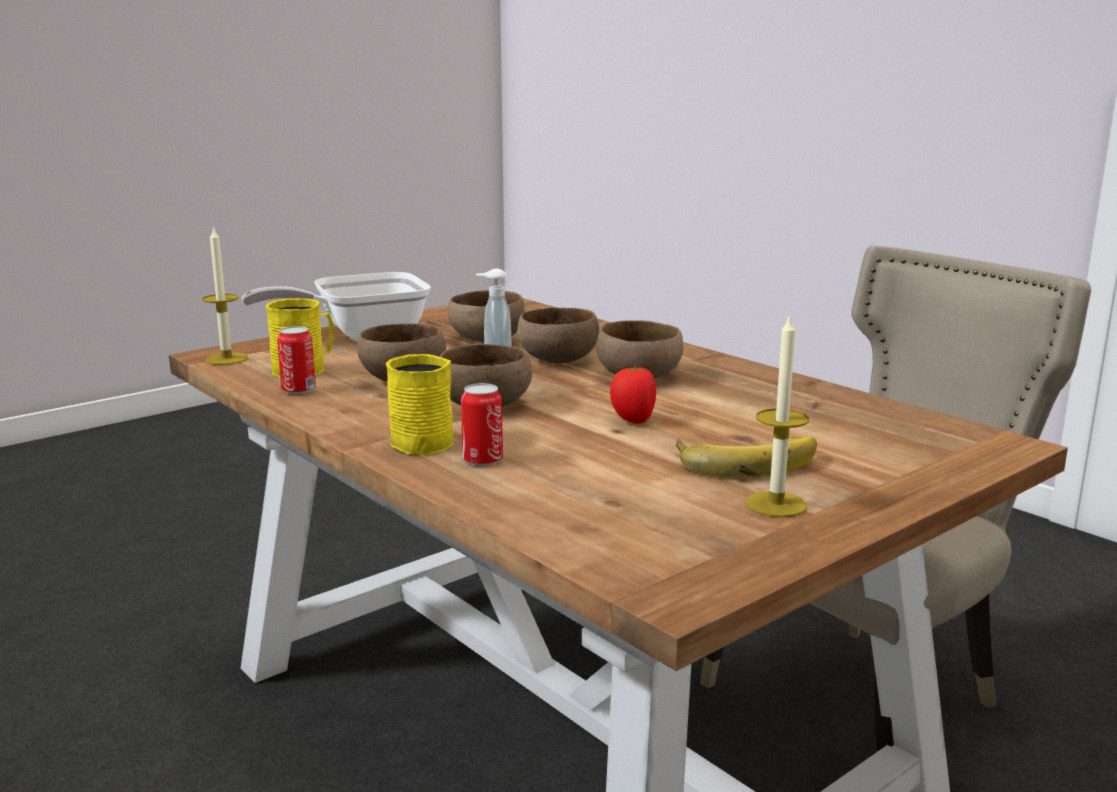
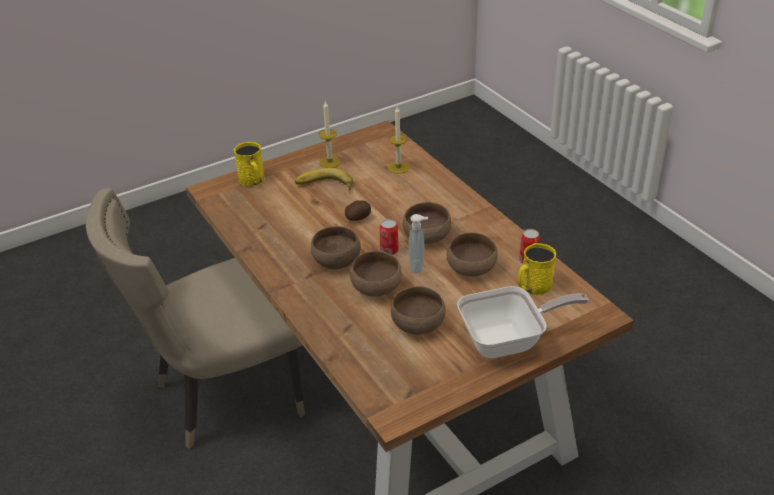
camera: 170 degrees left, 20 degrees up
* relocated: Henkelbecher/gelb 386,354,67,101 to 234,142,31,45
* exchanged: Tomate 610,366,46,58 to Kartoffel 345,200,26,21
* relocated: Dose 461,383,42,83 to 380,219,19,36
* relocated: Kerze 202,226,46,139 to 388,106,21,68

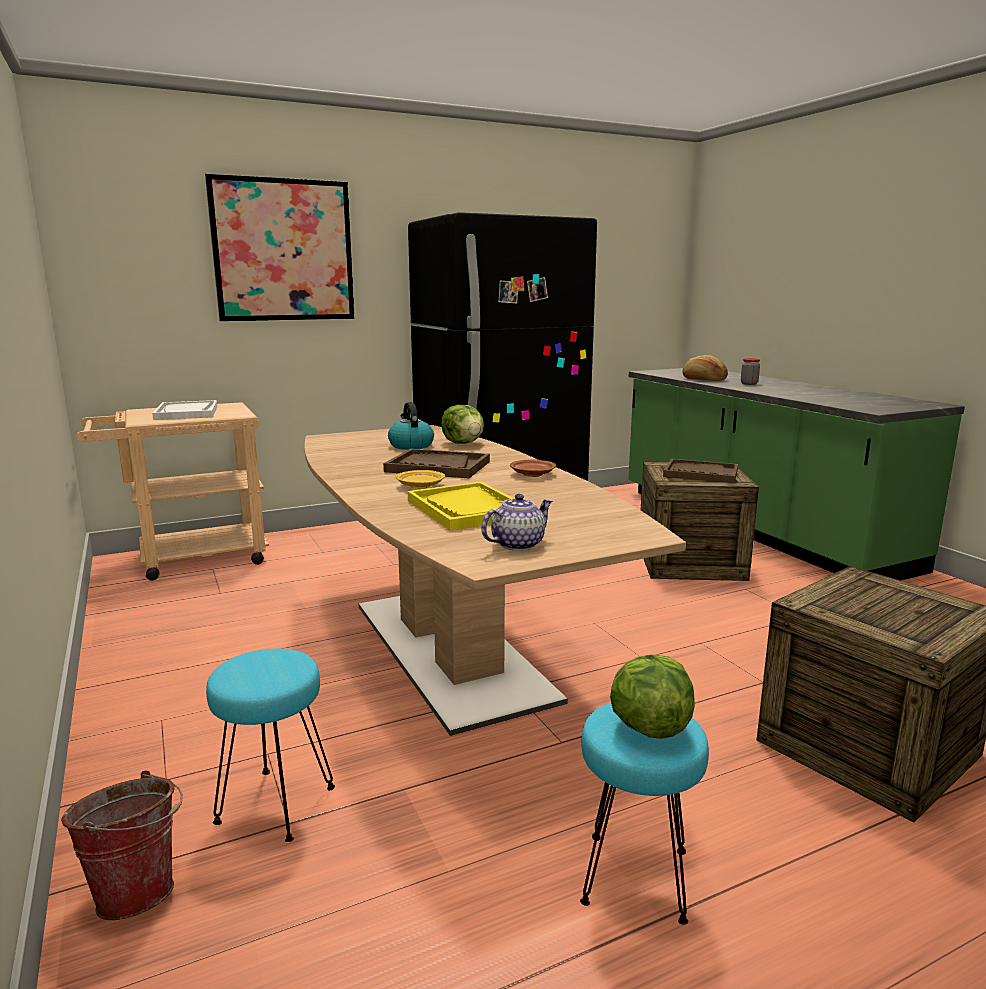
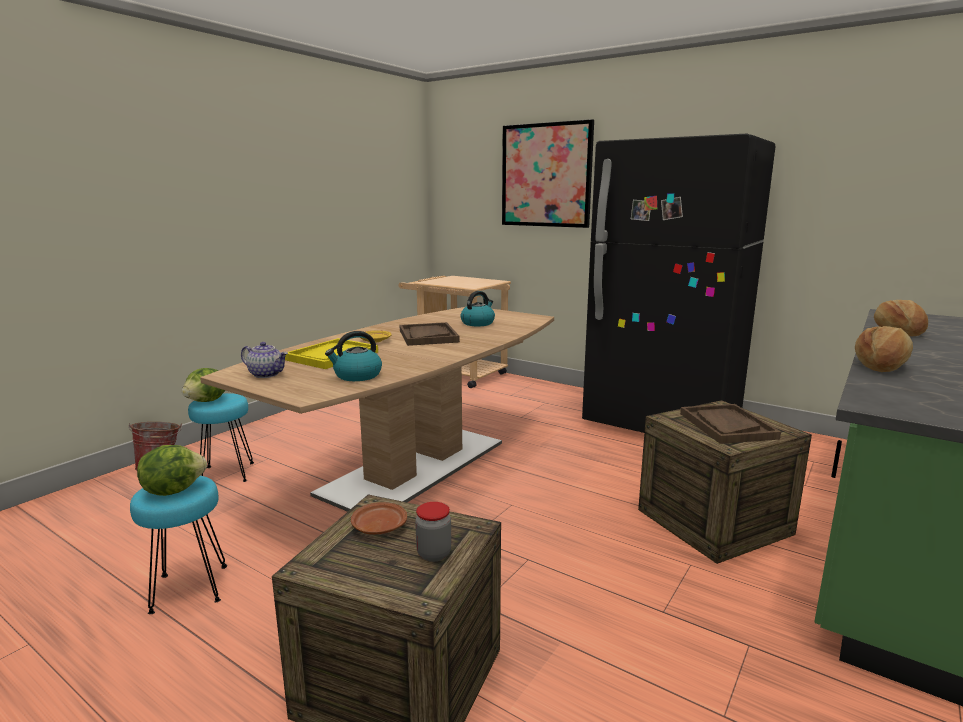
camera: 60 degrees right, 0 degrees up
* relocated: Salatkopf 441,405,43,39 to 182,368,43,34
* appeared: Wasserkessel 325,331,57,50
* relocated: Teller/braun 510,460,46,17 to 351,502,56,33
* relocated: Vorratsglas 741,358,19,27 to 415,502,36,60
* appeared: Brot 855,326,58,46
* missing: Tablett/weiß 152,400,66,20

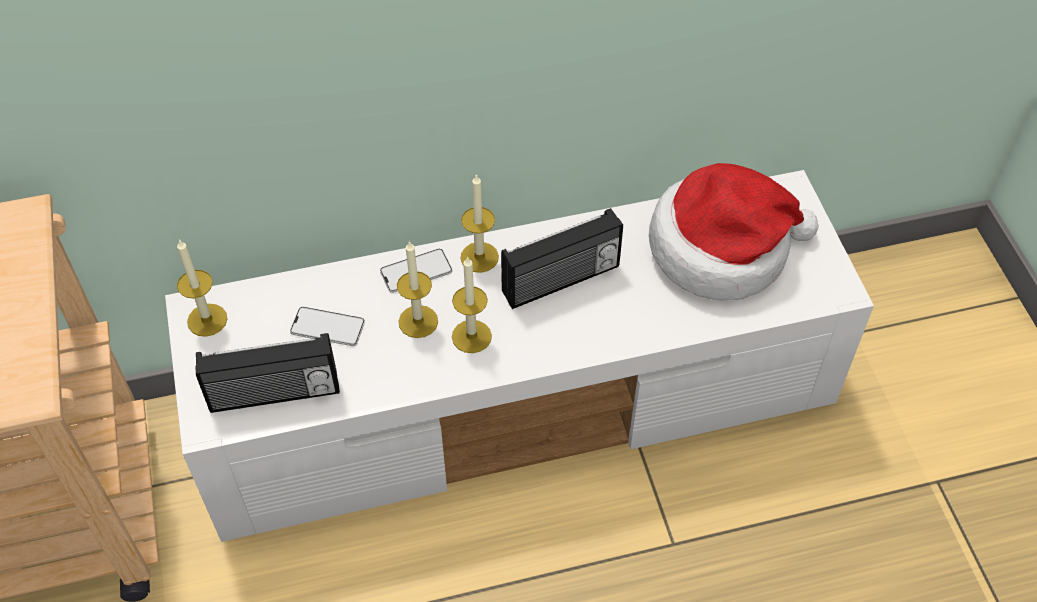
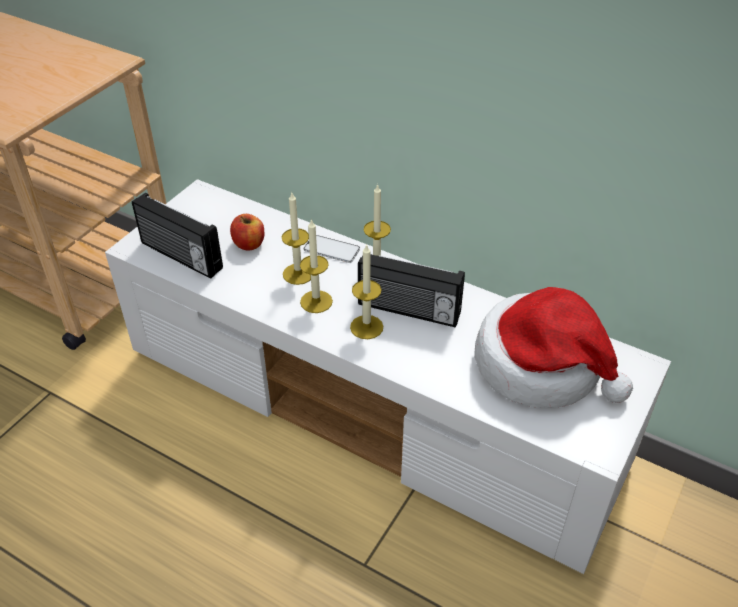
camera: 45 degrees right, 10 degrees down
* exchanged: Handy 290,307,75,39 to Apfel 230,214,34,36
* relocated: Kerze 177,239,50,98 to 350,244,33,95

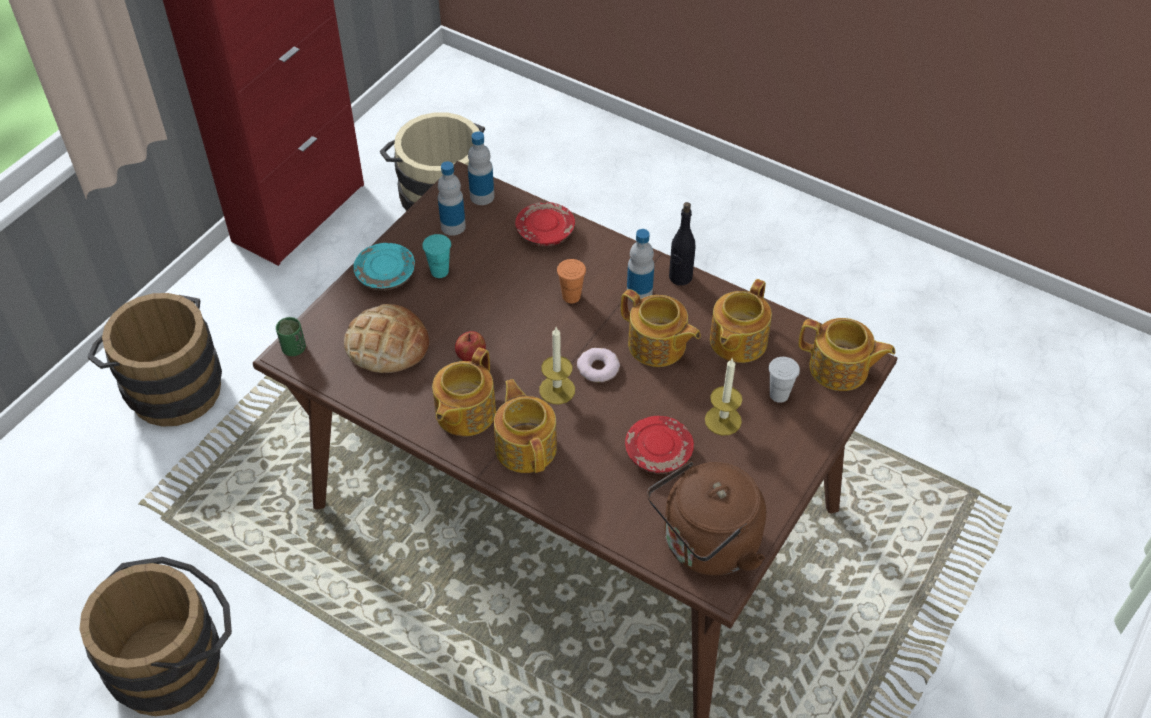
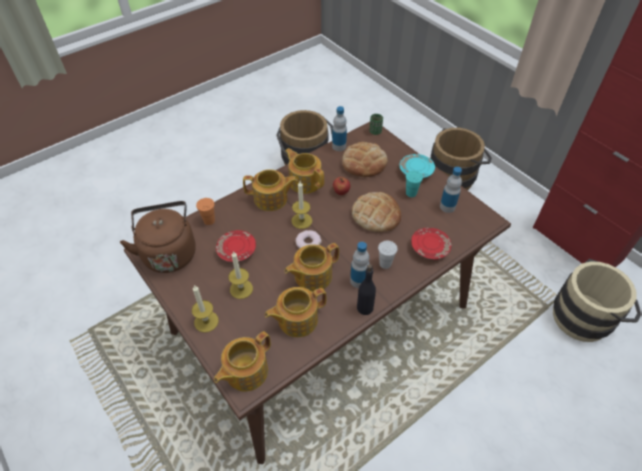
camera: 110 degrees right, 0 degrees up
* appeared: Kerze 192,285,27,48
* relocated: Tasse/orange 557,259,29,44 to 196,198,19,27
* spun: Teekanne 710,279,62,84 = 265,287,61,50 75 degrees counterclockwise
* relocated: Flasche 468,131,26,74 to 332,106,15,45
* appeared: Brot 352,192,49,40
* relocated: Tasse/weiß 769,357,31,46 to 378,241,20,28

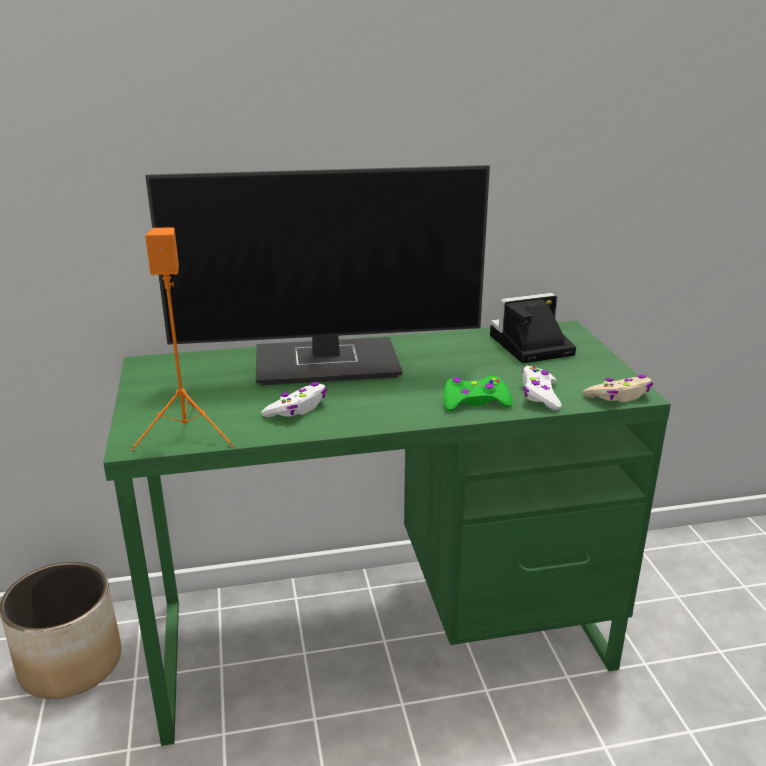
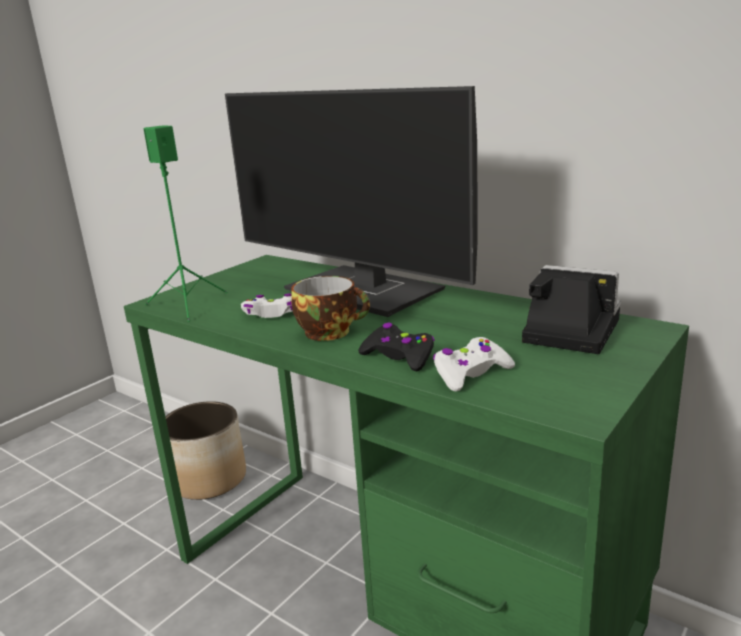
camera: 50 degrees right, 5 degrees down
* colour: Lautsprecher/orange 131,227,103,224 to Lautsprecher/grün 143,125,85,197
* appeared: Tasse 291,276,79,65
* colour: Gamepad/grün 444,376,69,35 to Gamepad/schwarz 358,322,77,49
* missing: Gamepad/beige 583,375,70,27

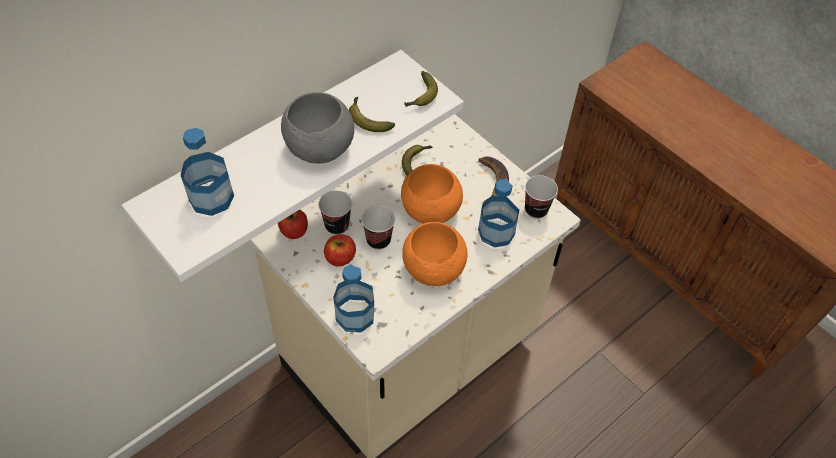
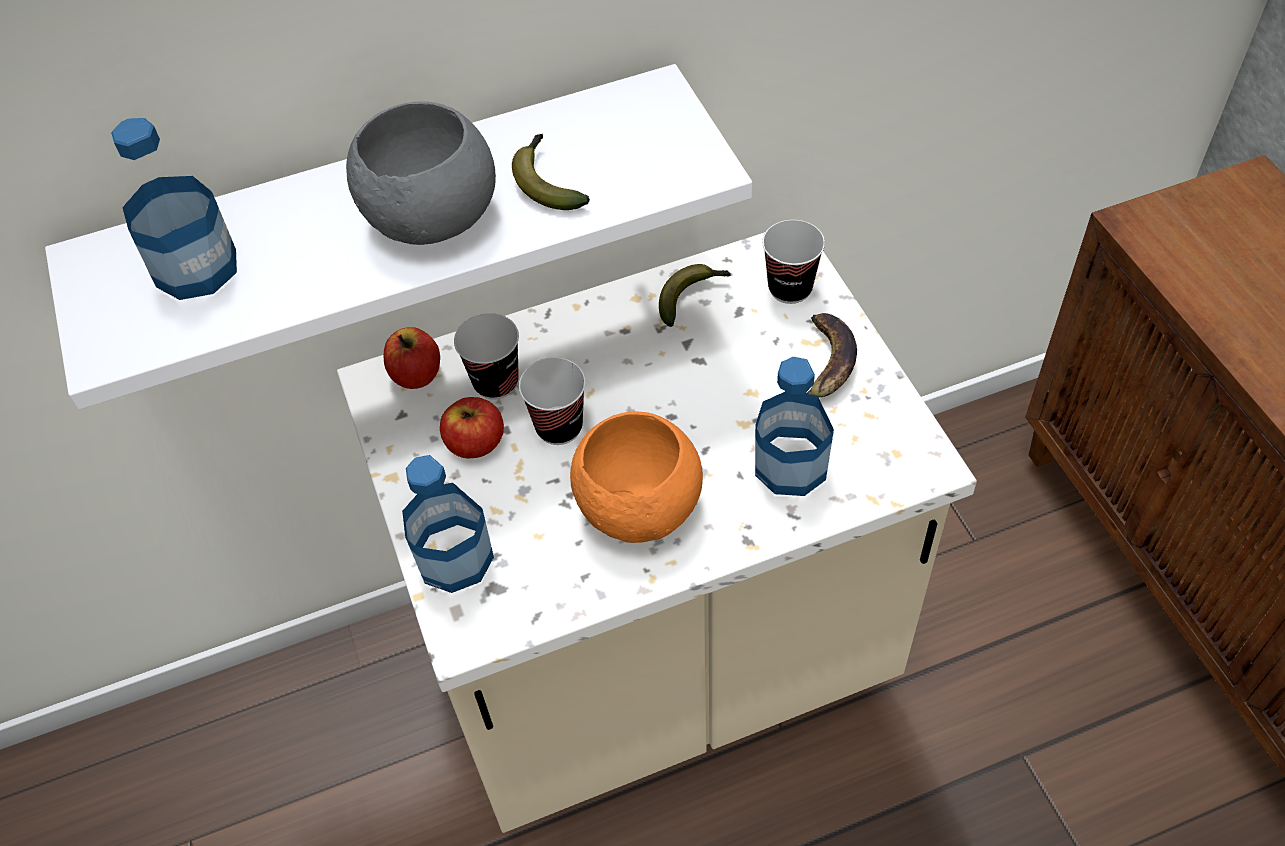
camera: 25 degrees right, 0 degrees up
* relocated: Tasse 525,175,33,44 to 762,220,63,84
* missing: Schüssel/orange 401,164,62,60
* missing: Banane 404,71,34,36

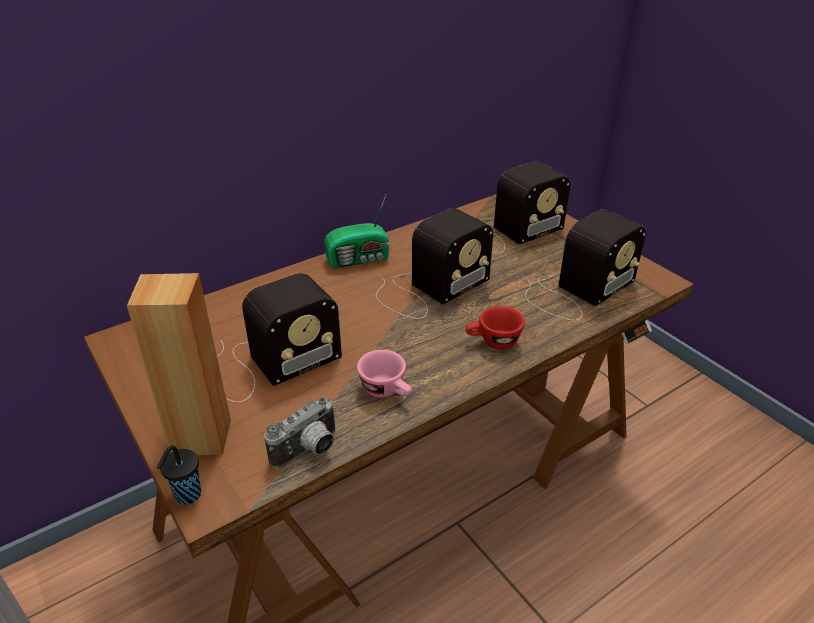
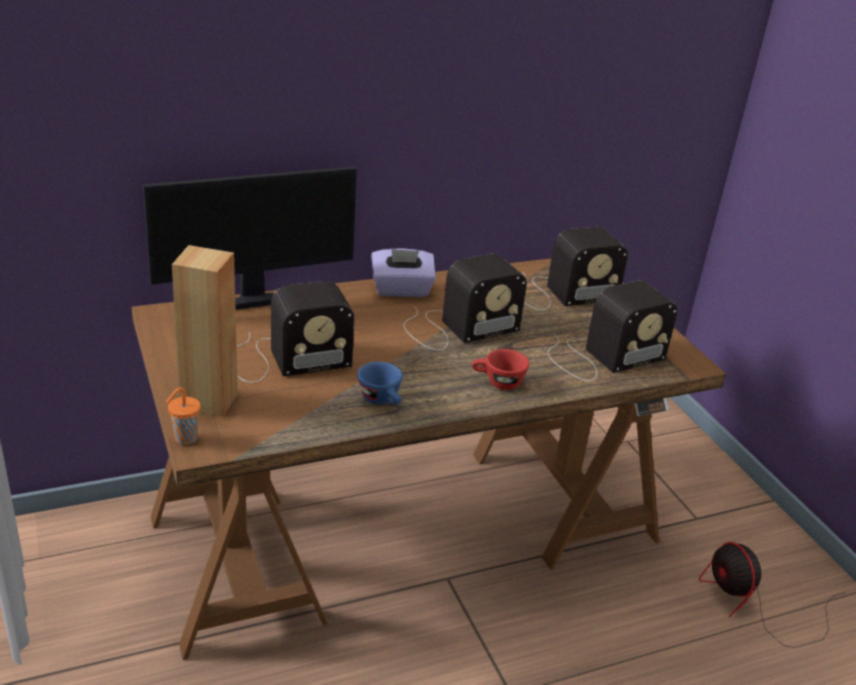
camera: 10 degrees right, 5 degrees down
* appeared: Monitor 143,167,214,142
* colour: Tasse/schwarz 157,446,44,58 to Tasse/orange 166,387,35,58
* colour: Tasse/rosa 357,350,55,48 to Tasse/blau 357,362,46,43
* exchanged: Radio 324,195,66,74 to Taschentuchbox/lila 371,248,65,49
* appeared: Ventilator 699,542,146,106
* missing: Kamera 264,397,72,72

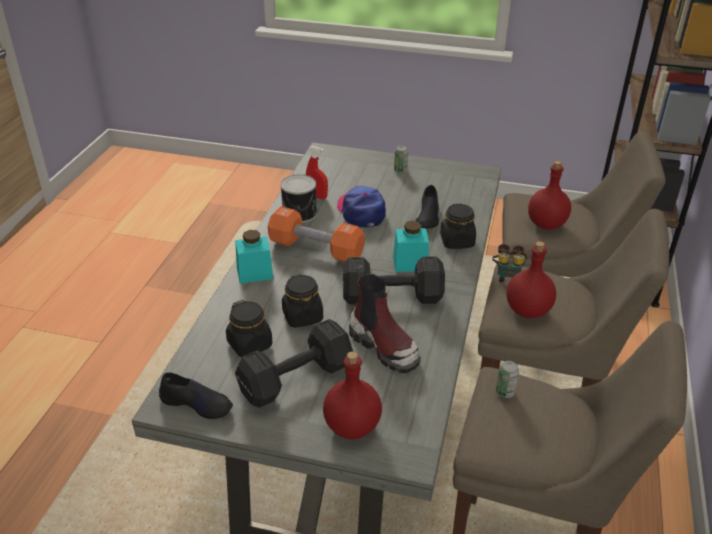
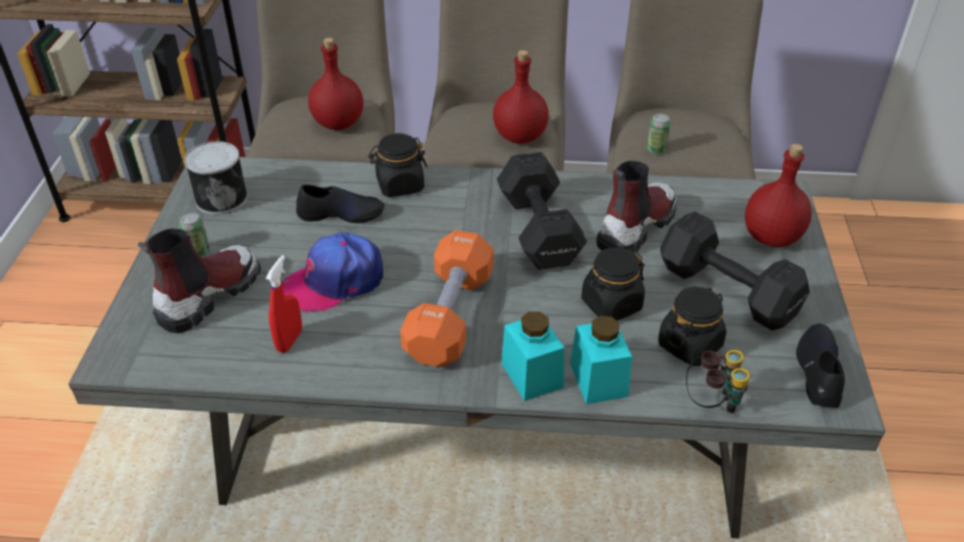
camera: 100 degrees left, 5 degrees up
* appeared: Stiefel 138,228,123,105
* relocated: Dose 280,174,37,49 to 184,141,64,74
* relocated: Vorratsglas/türkis 393,221,36,51 to 570,316,62,88
* relocated: Fernglas 492,244,35,38 to 686,350,64,63

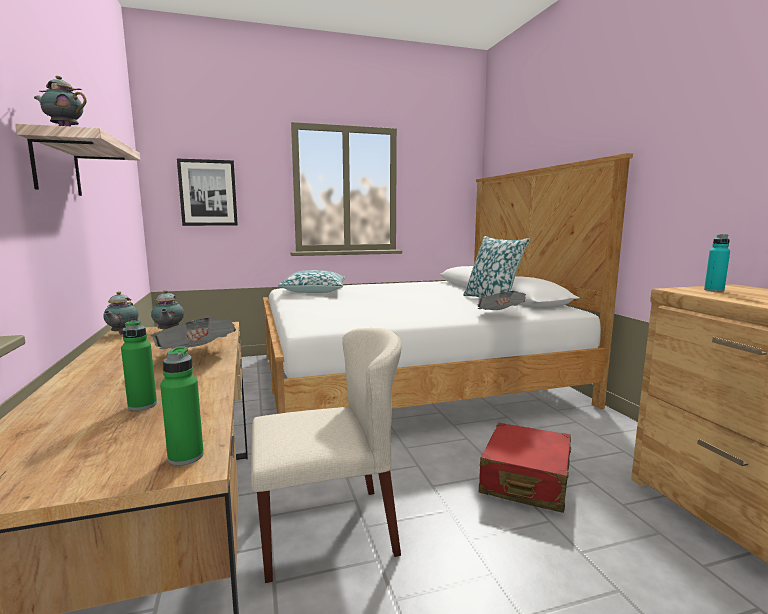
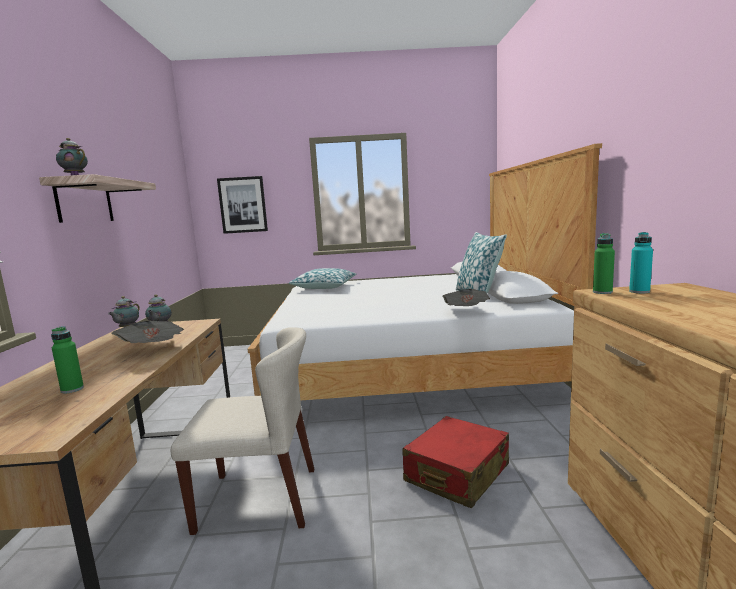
camera: 15 degrees right, 0 degrees up
* relocated: Flasche/grün 160,346,44,120 to 593,233,22,61

